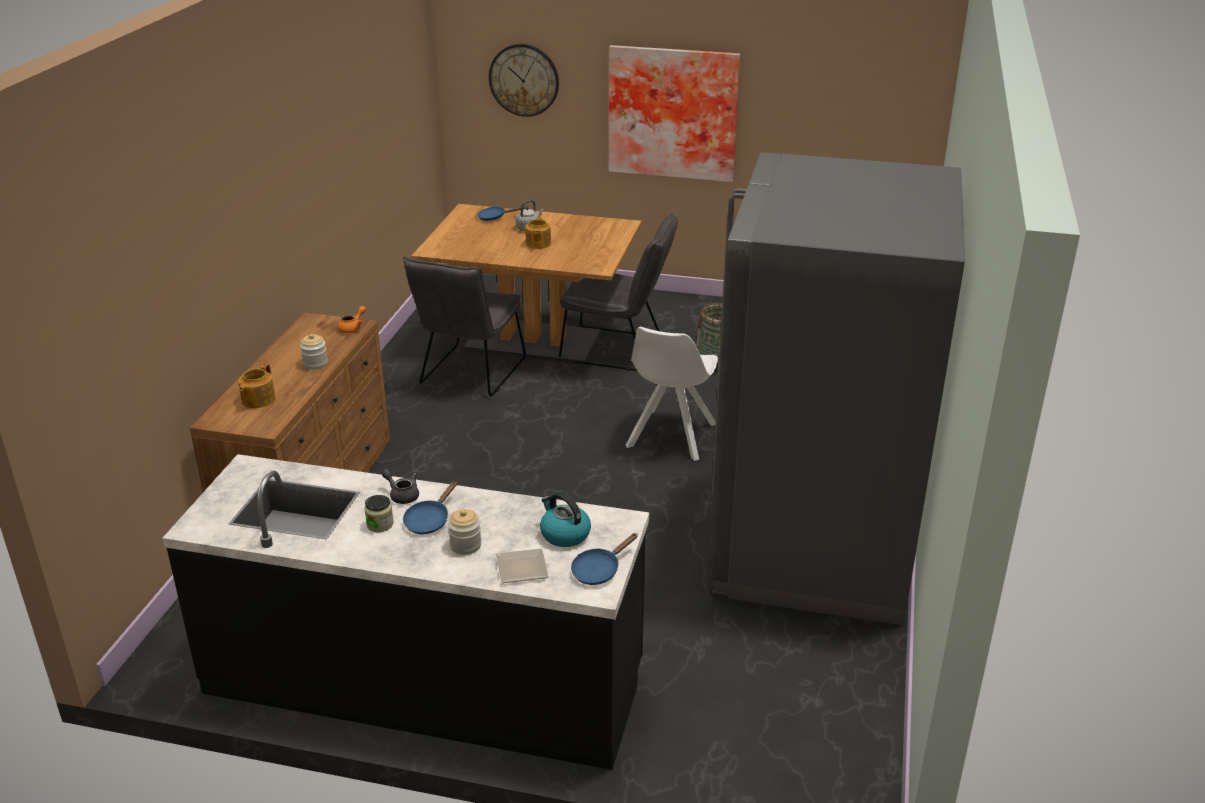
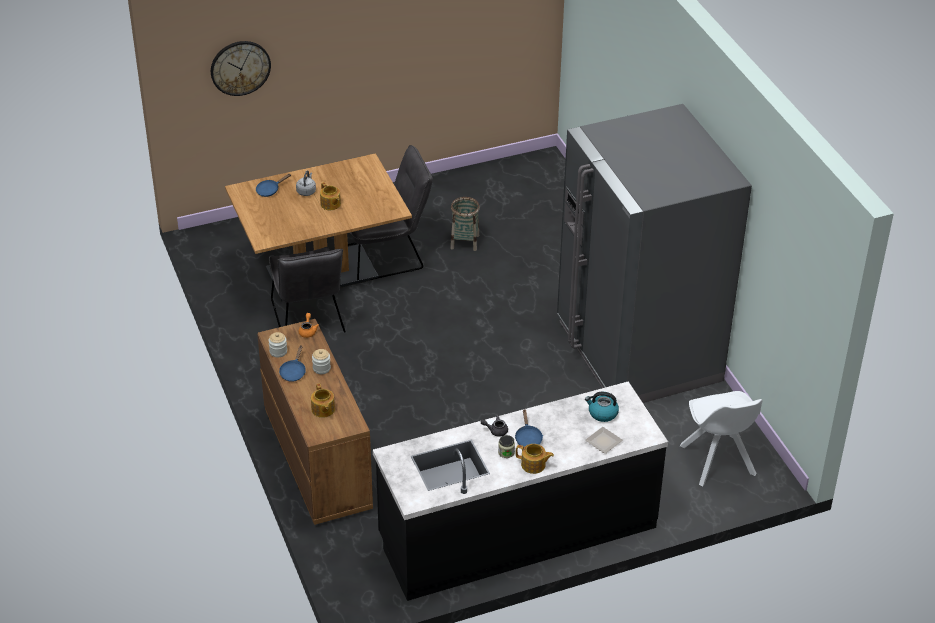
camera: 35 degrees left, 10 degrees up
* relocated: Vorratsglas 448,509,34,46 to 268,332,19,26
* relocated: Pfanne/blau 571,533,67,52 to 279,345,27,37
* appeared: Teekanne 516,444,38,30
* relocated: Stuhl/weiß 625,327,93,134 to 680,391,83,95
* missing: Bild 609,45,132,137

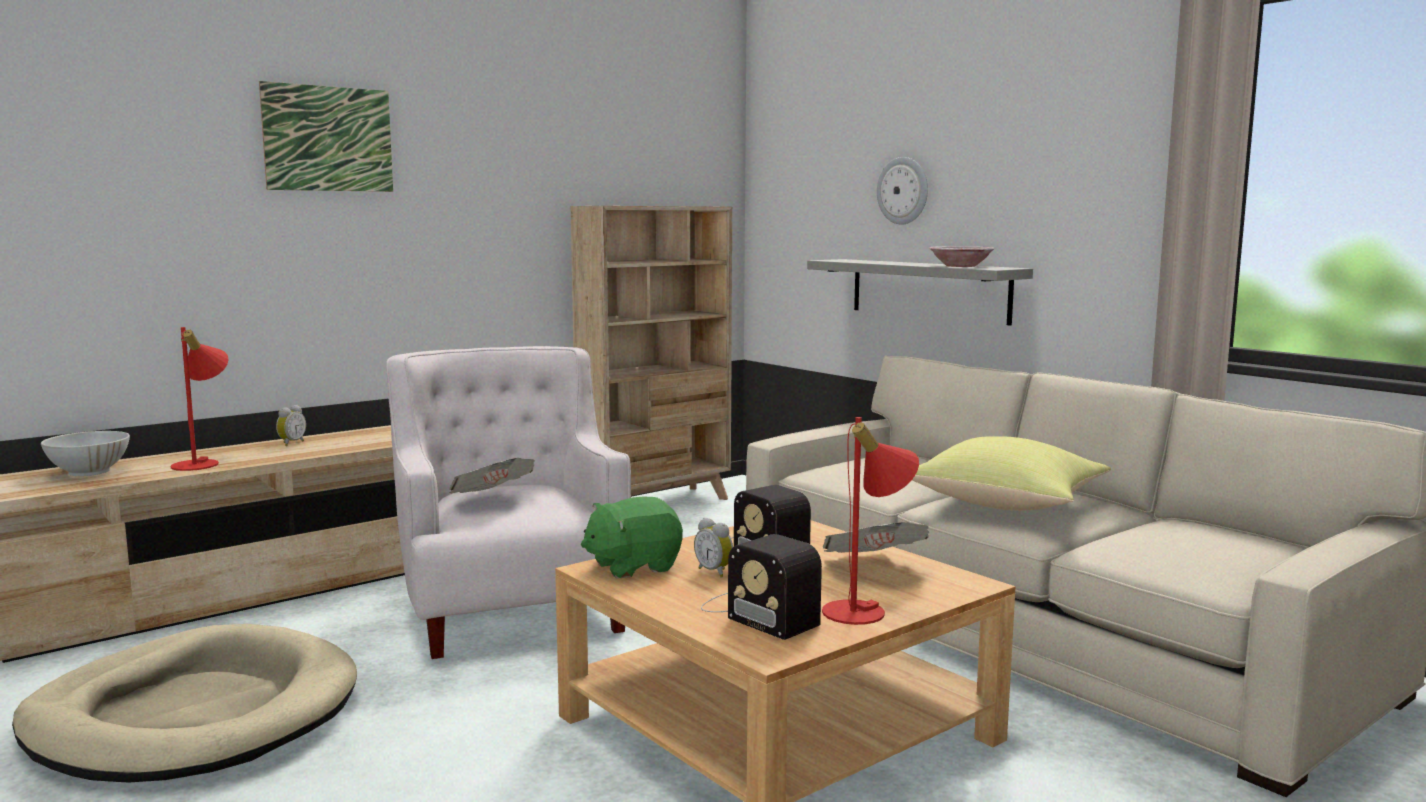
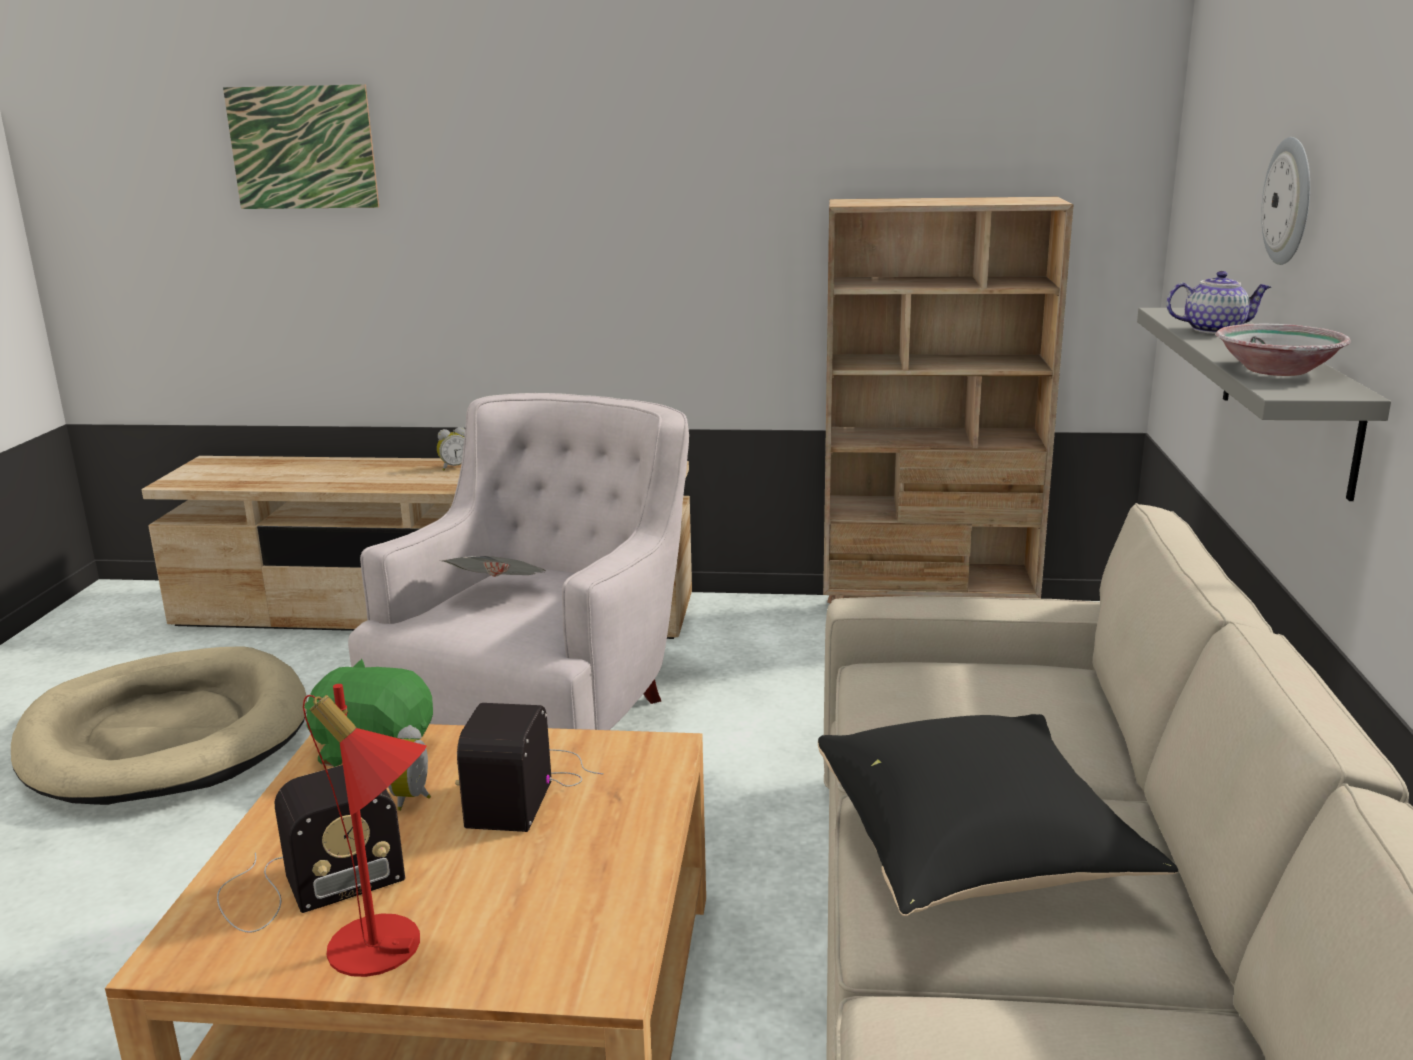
camera: 45 degrees right, 10 degrees up
* spun: Radio 701,534,121,106 = 217,765,188,168 120 degrees counterclockwise
* relocated: Bild 259,81,134,111 to 223,84,156,125
* colour: Kissen/gelb 912,436,199,75 to Kissen/schwarz 818,714,360,202
* appeared: Teekanne 1166,271,105,63
* missing: Schüssel/weiß 41,431,89,45
* missing: Tischlampe/rot 171,327,58,144
* missing: Zeitung 823,522,106,31

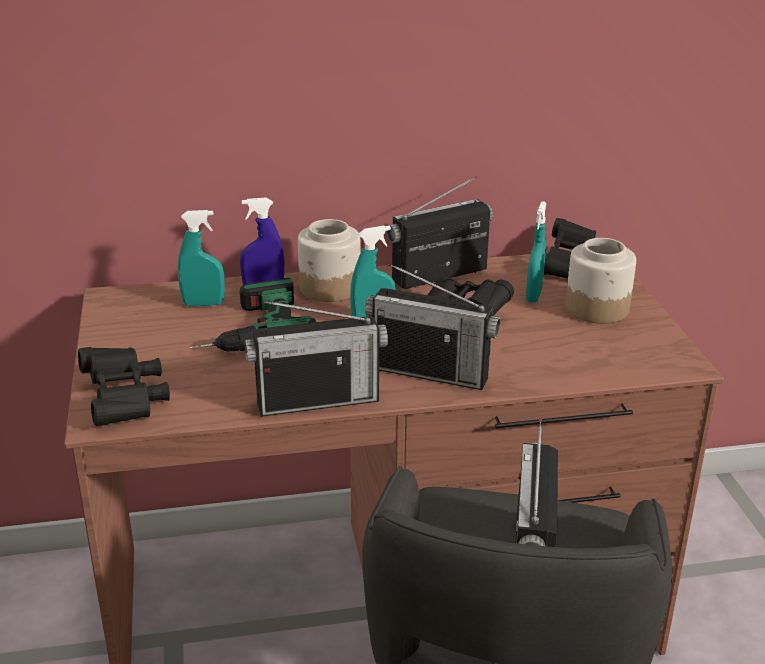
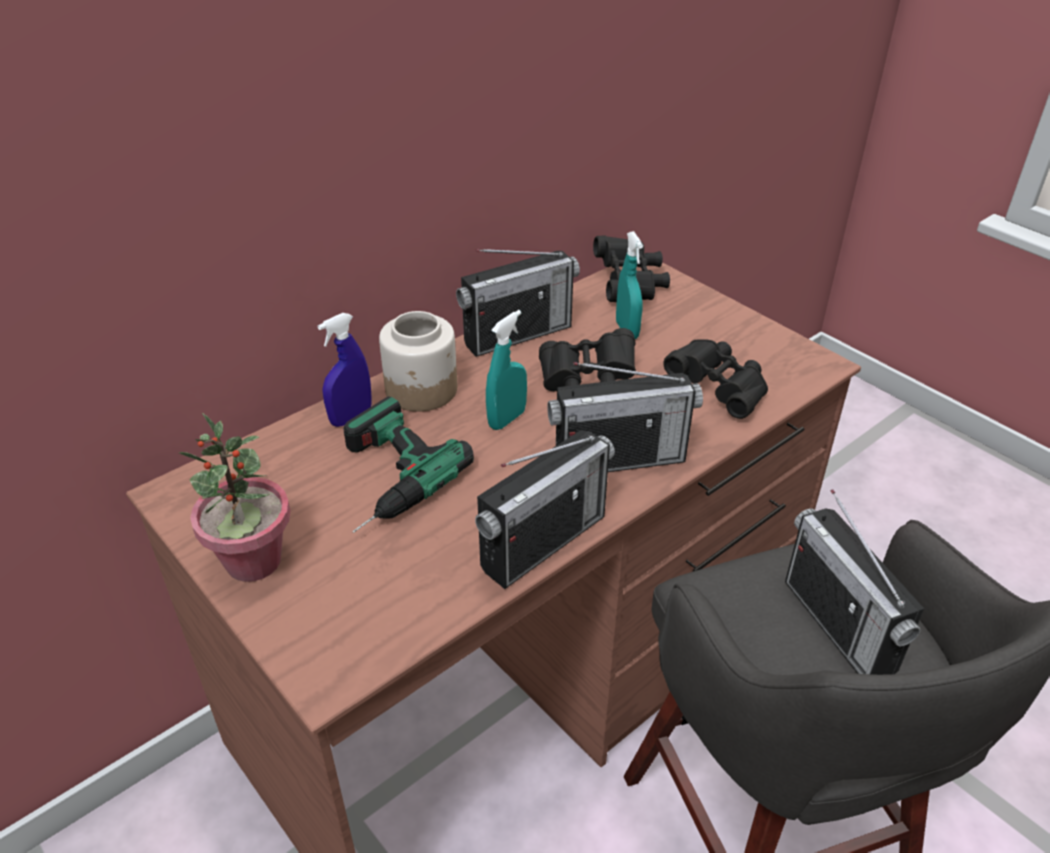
camera: 30 degrees left, 10 degrees up
* appeared: Topfpflanze 179,413,112,169
* spun: Radio 387,176,106,113 = 456,249,124,108 150 degrees counterclockwise
* relocated: Fernglas/schwarz 78,347,92,79 to 664,339,104,80
* missing: Sprühflasche/türkis 178,210,47,96
* missing: Vorratsglas 566,238,70,86

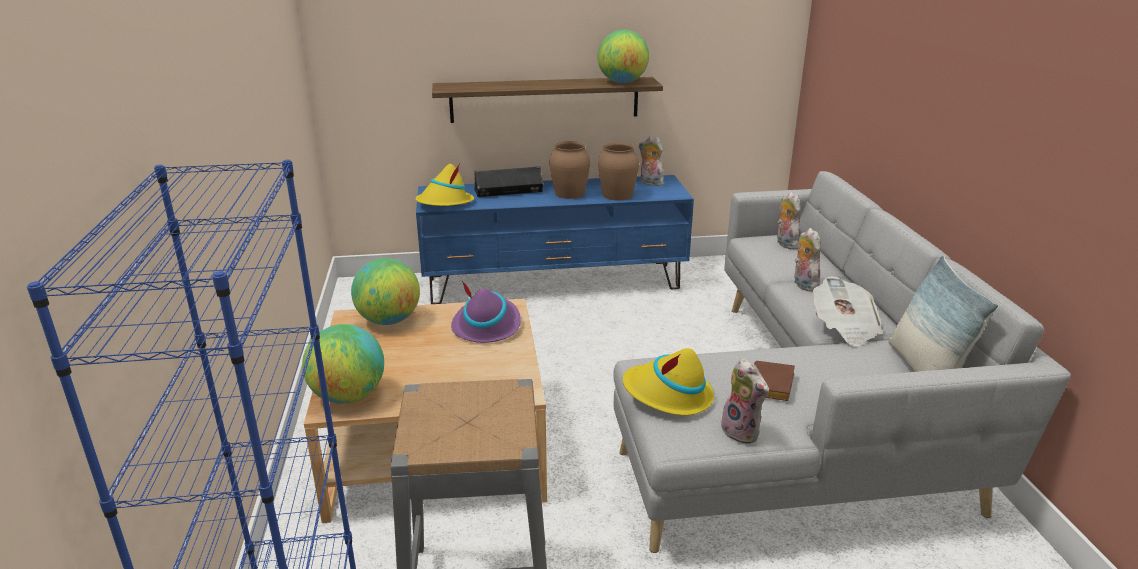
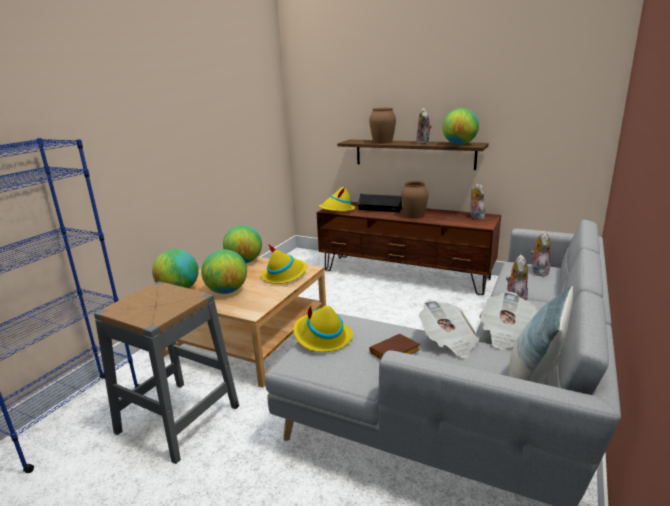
camera: 35 degrees right, 5 degrees down
* appeared: Globus 201,249,46,45
* colour: Hut/lila 451,281,70,62 to Hut/gelb 261,244,46,40
* colour: Fernsehschrank/blau 416,175,278,129 to Fernsehschrank/braun 317,202,184,93
* relocated: Vase/braun 598,142,41,58 to 369,108,27,36
* relocated: Plüschtier 721,358,48,86 to 415,108,17,36
* appeared: Zeitung 419,300,61,58

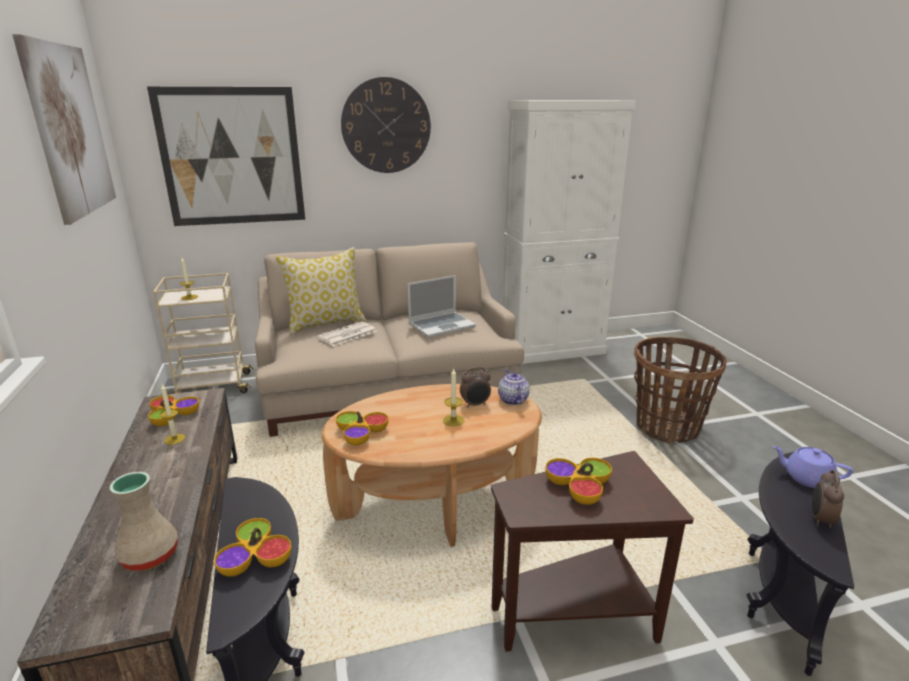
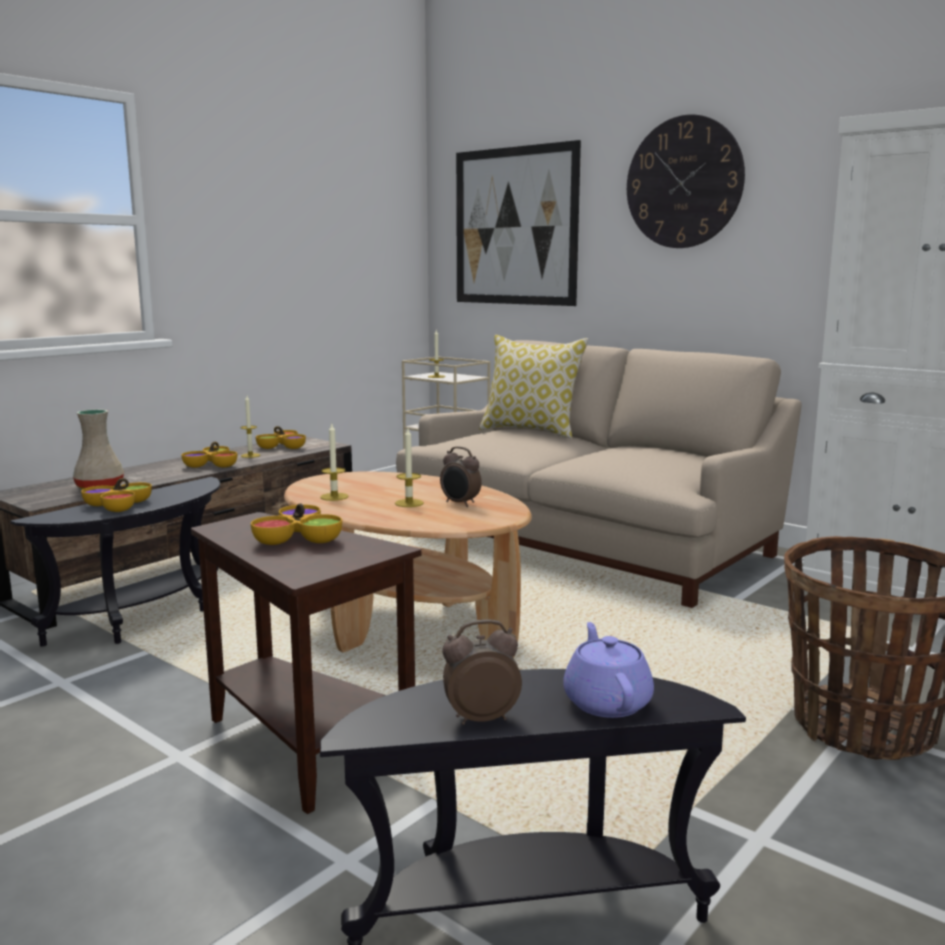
camera: 55 degrees right, 10 degrees down
* relocated: Schüssel 336,411,53,35 to 181,442,56,26
* appeared: Kerze 320,424,28,77
* missing: Bild 12,34,104,191
* missing: Zeitung 317,322,60,24
* missing: Laptop 408,275,68,63
* missing: Teekanne 498,369,32,36

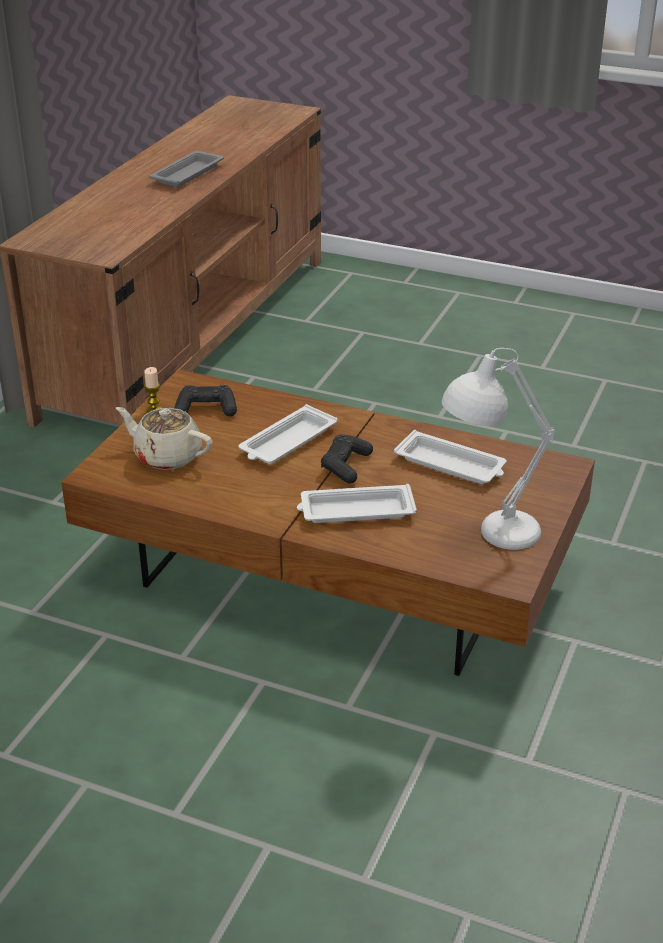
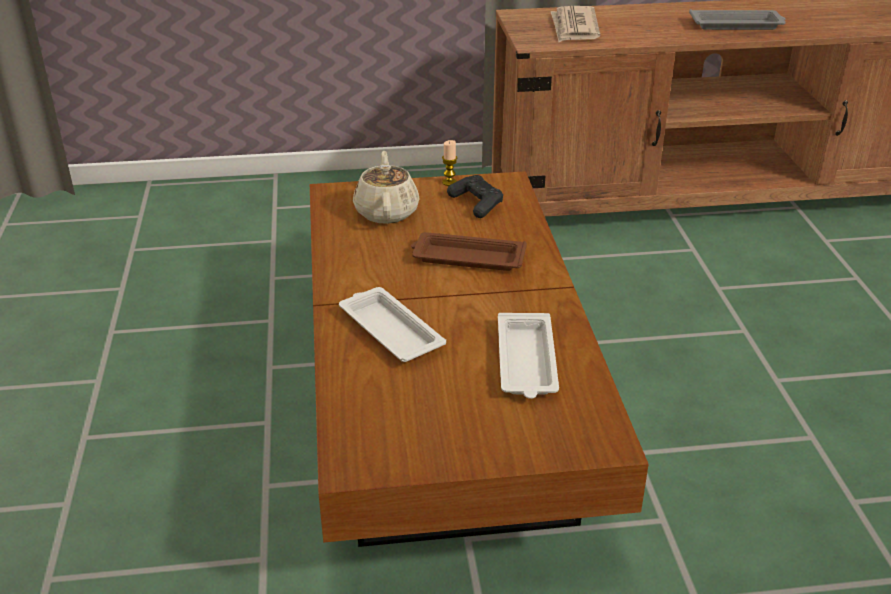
camera: 60 degrees right, 0 degrees up
* colour: Tablett/weiß 239,404,99,60 to Tablett/braun 411,232,116,39
* appeared: Zeitung 551,6,49,36
* missing: Gamepad/schwarz 321,434,52,50
* missing: Tischlampe/weiß 442,348,113,202

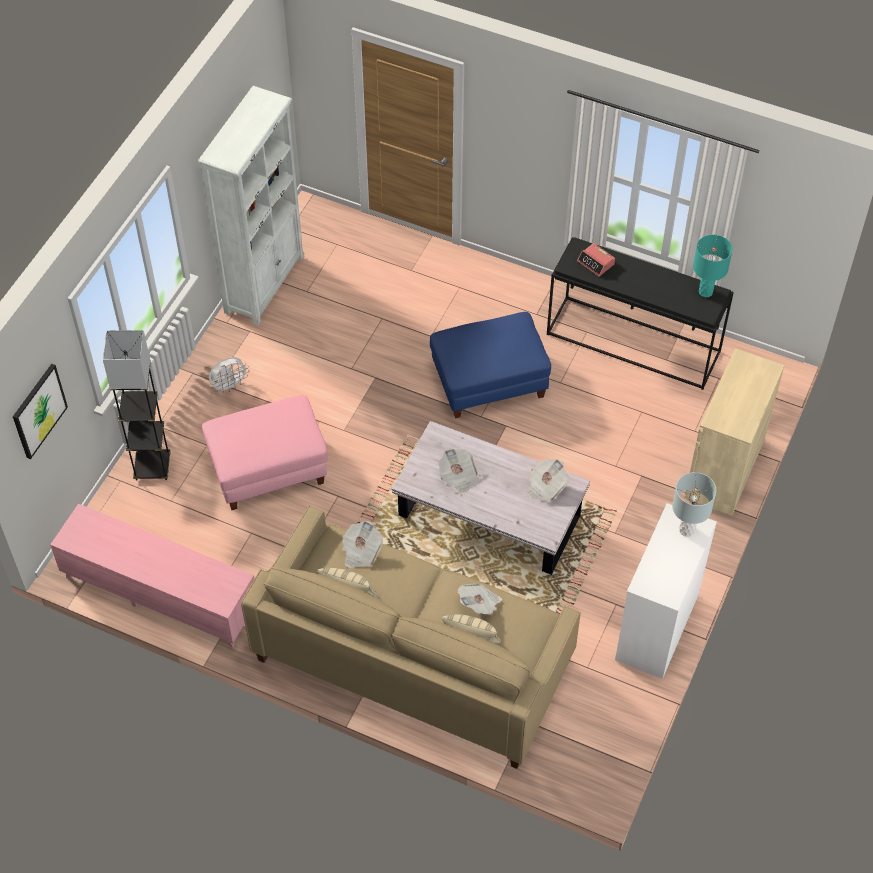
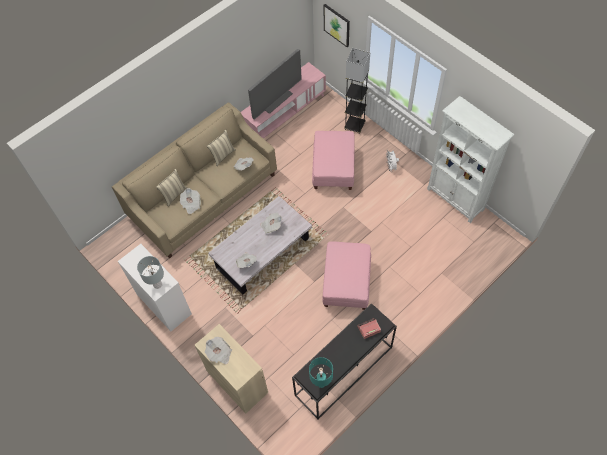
camera: 115 degrees right, 5 degrees up
* appeared: Zeitung 205,337,27,27
* appeared: Fernseher 248,49,54,71
* colour: Polsterhocker/blau 430,312,121,106 to Polsterhocker/rosa 322,241,49,69

